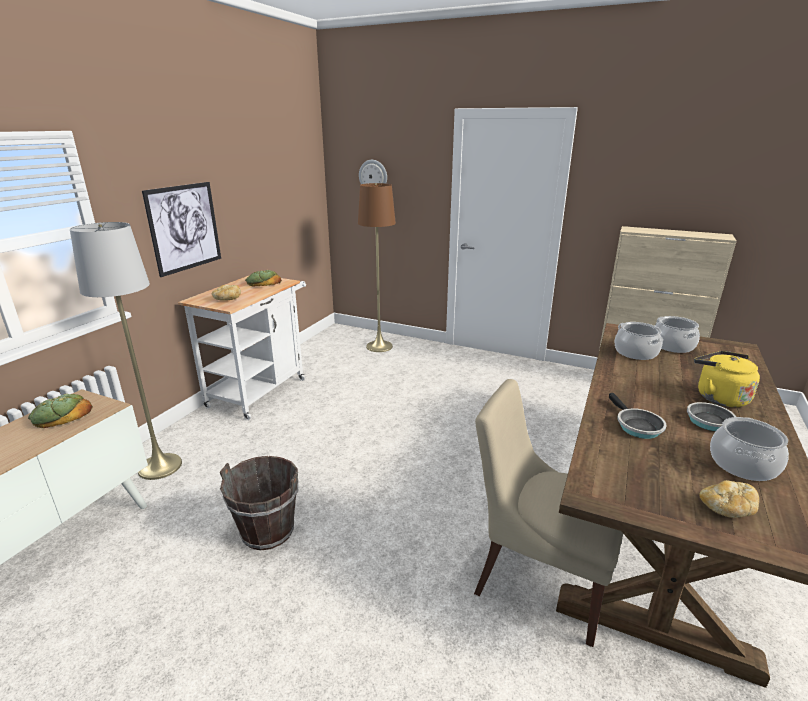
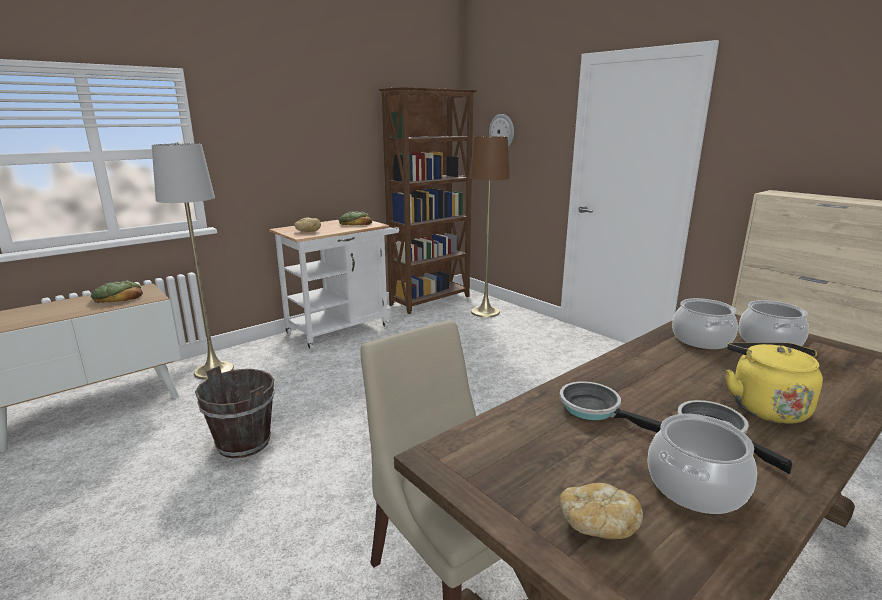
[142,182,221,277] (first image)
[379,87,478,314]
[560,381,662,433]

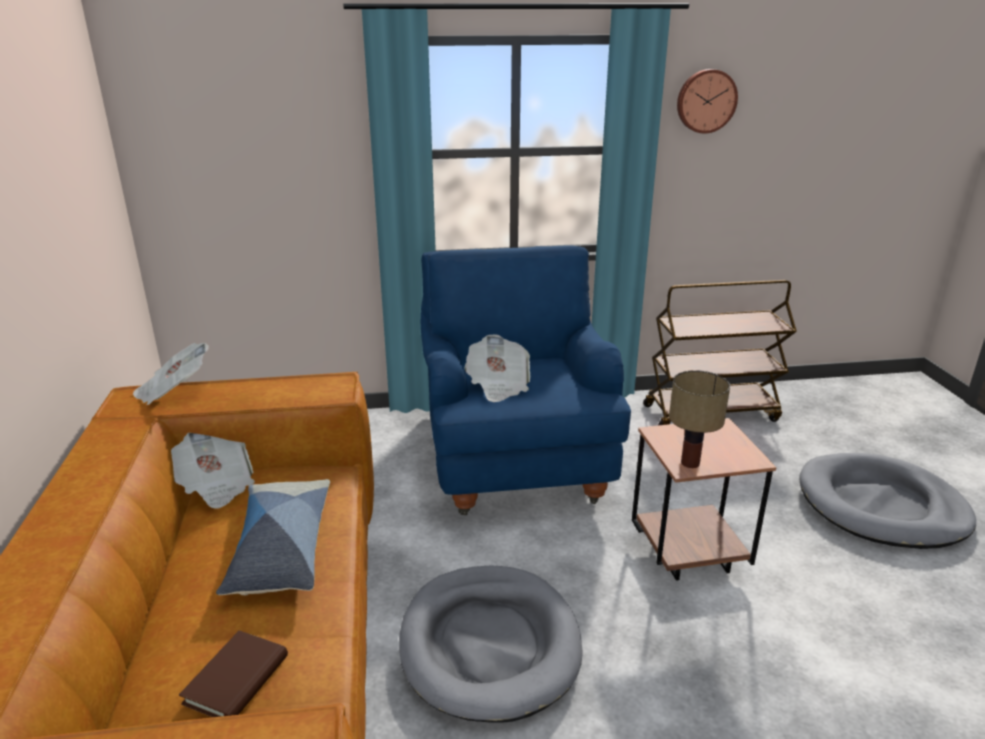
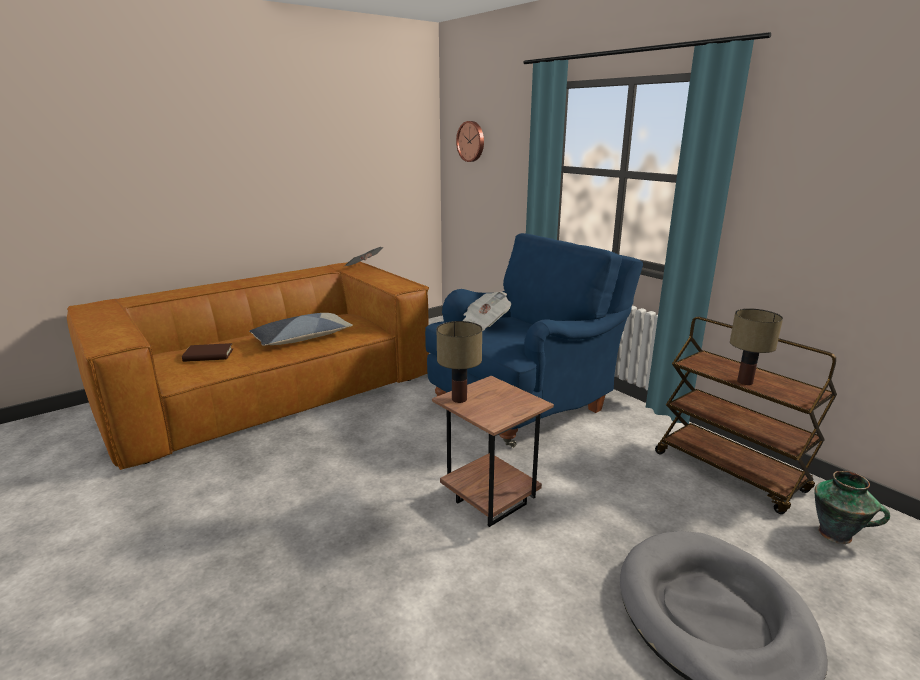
[171,433,255,509] (first image)
[399,566,583,723] (first image)
[730,308,783,385]
[815,471,890,544]
[456,121,484,162]

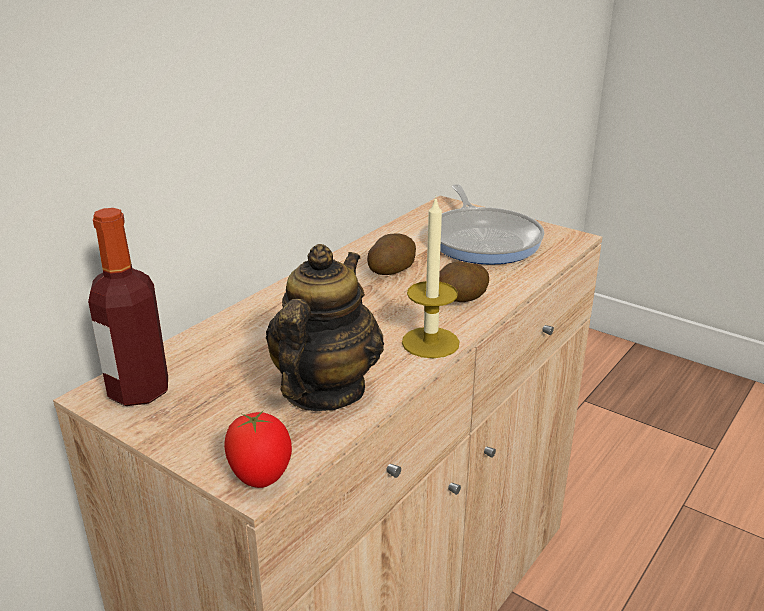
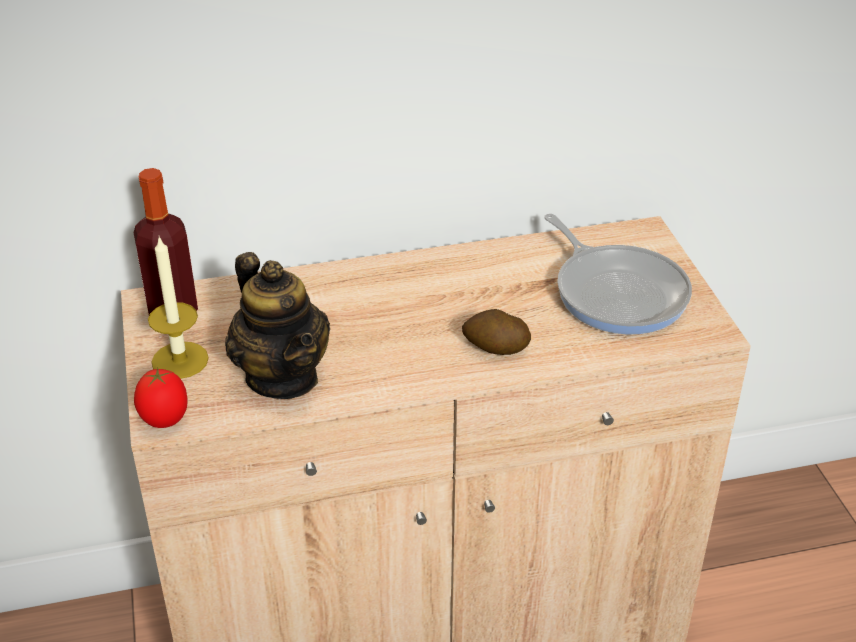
[367,233,416,275] (first image)
[148,235,209,379]
[225,252,330,399]
[544,214,692,335]

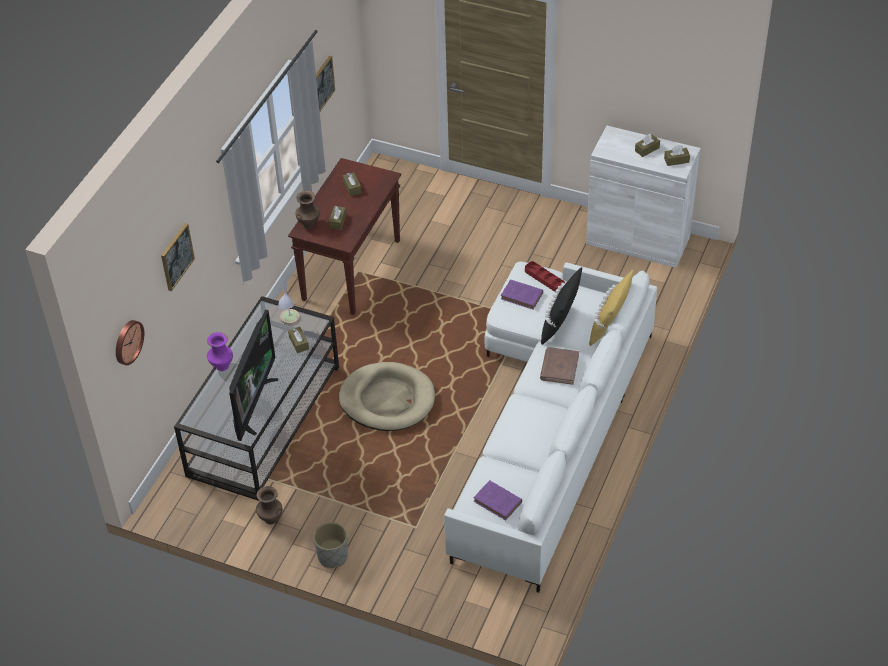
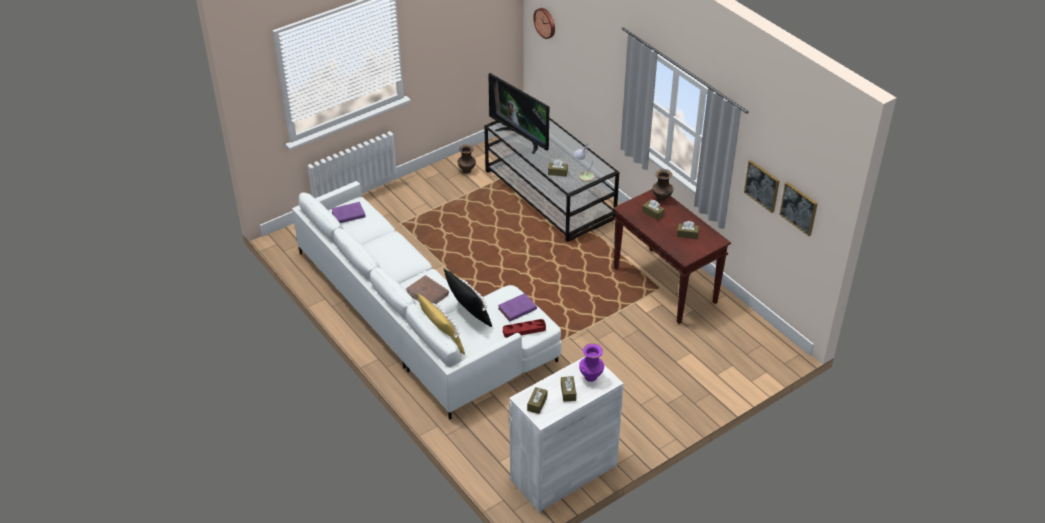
[313,522,348,568] (first image)
[339,362,435,431] (first image)
[779,182,818,236]
[579,343,604,382]

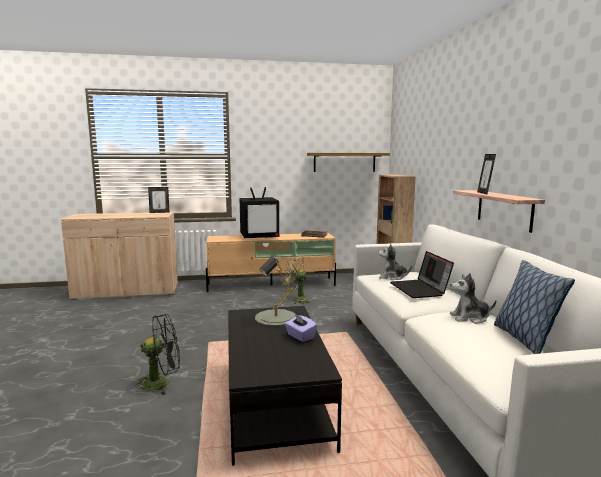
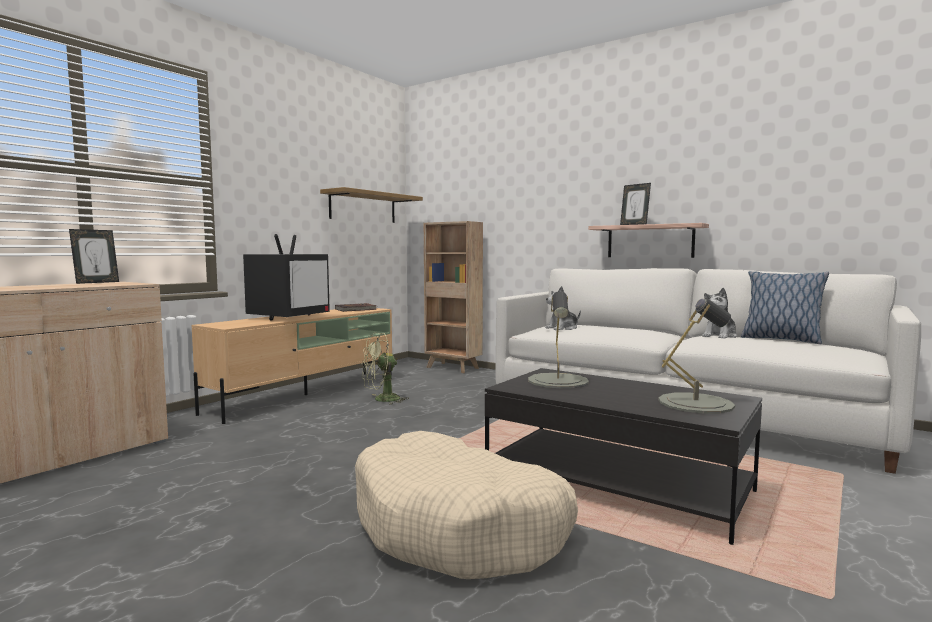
[285,314,317,342] (first image)
[390,251,454,298] (first image)
[658,298,735,414]
[355,431,578,579]

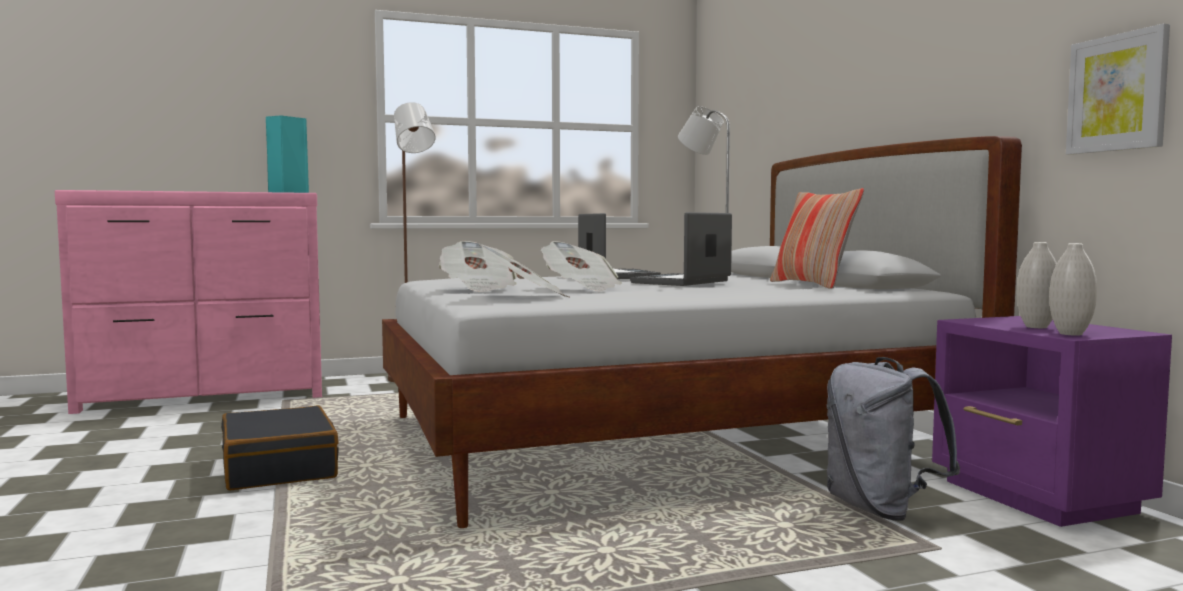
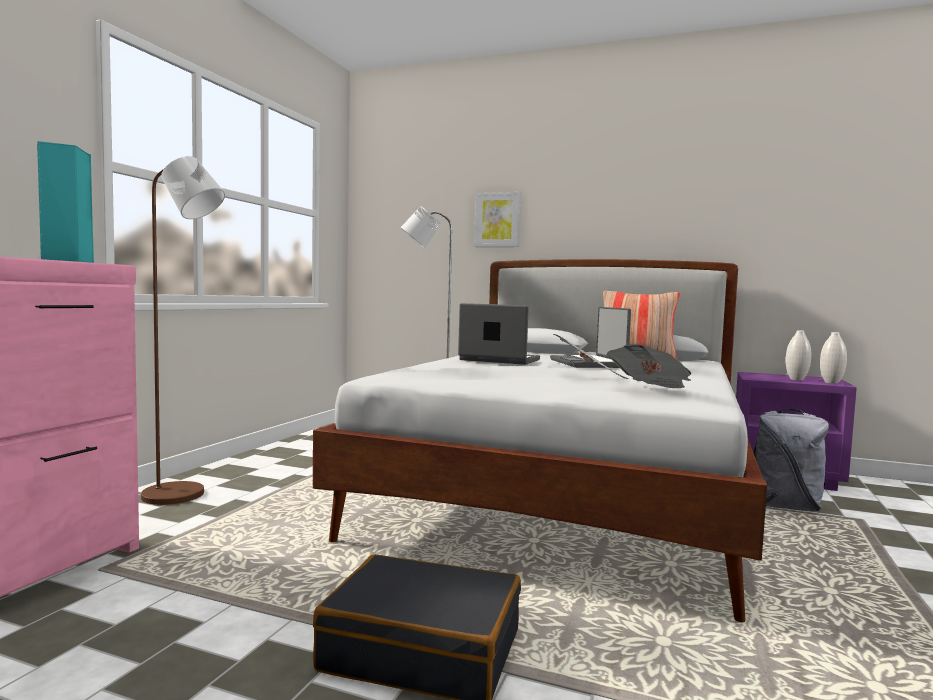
[438,241,517,292] (first image)
[474,192,521,247]

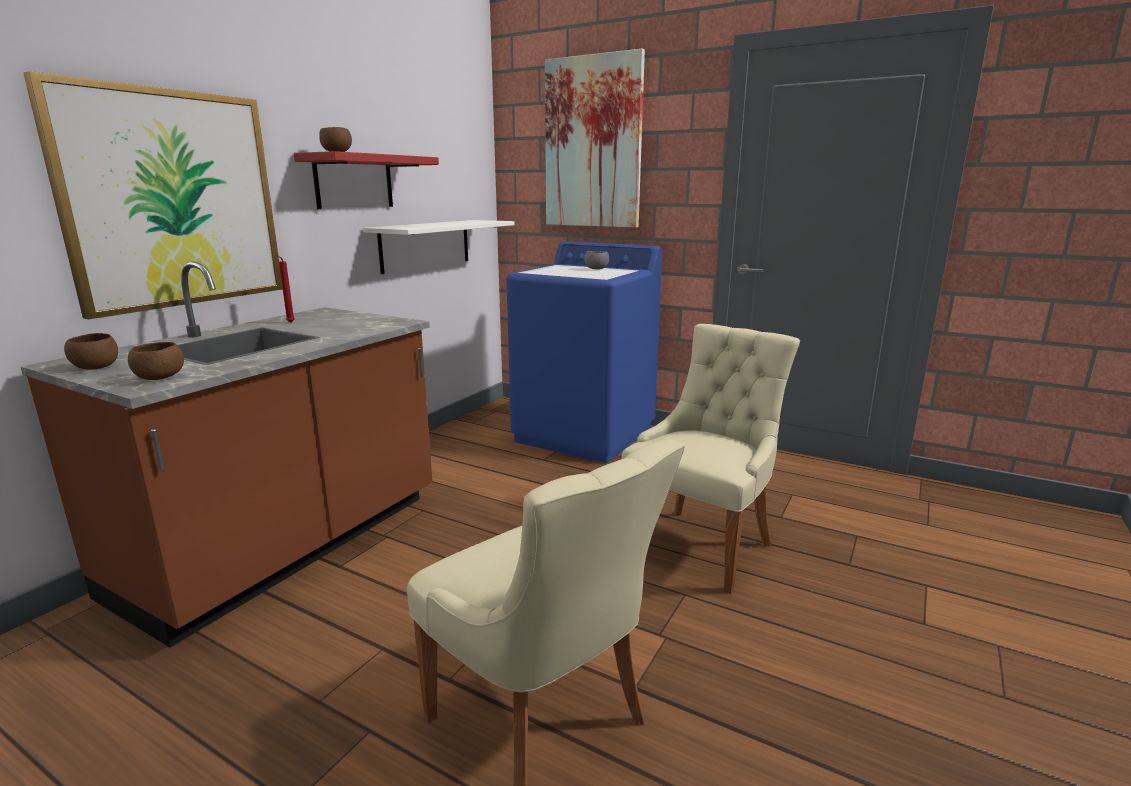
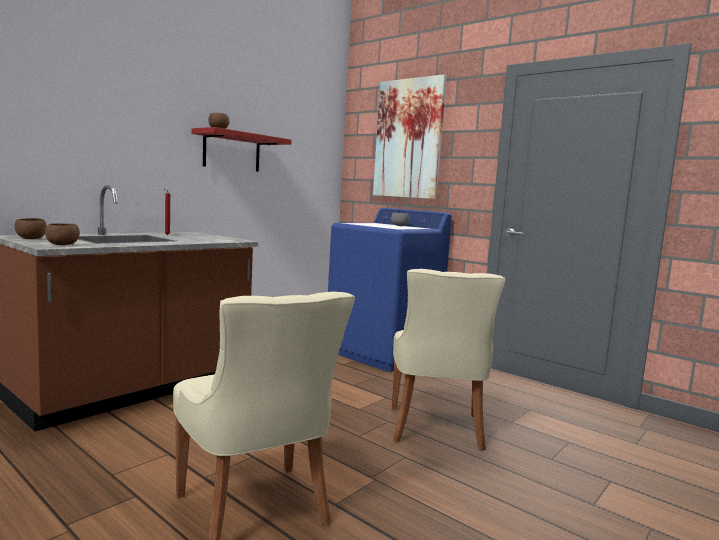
[23,71,282,319] (first image)
[363,220,515,274] (first image)
[392,269,505,451]

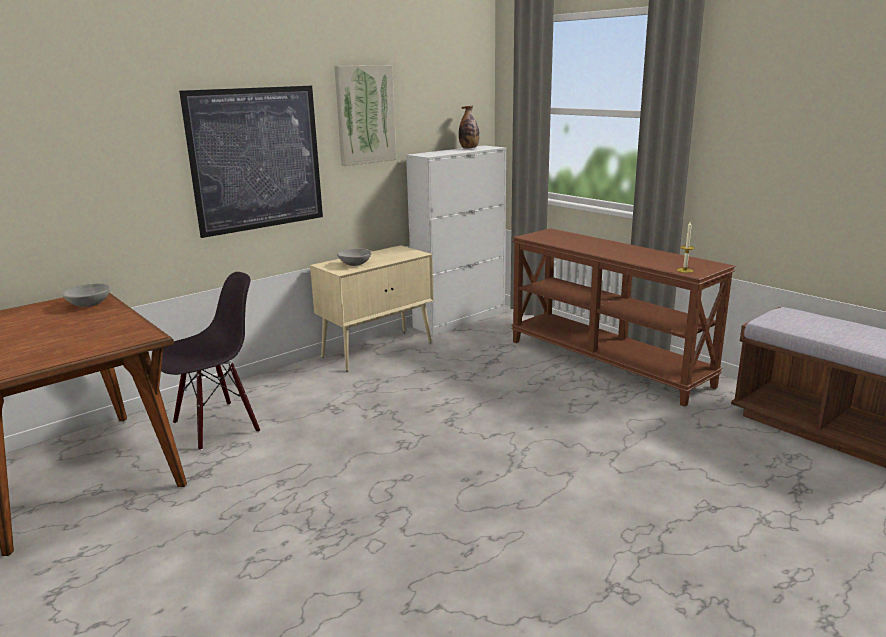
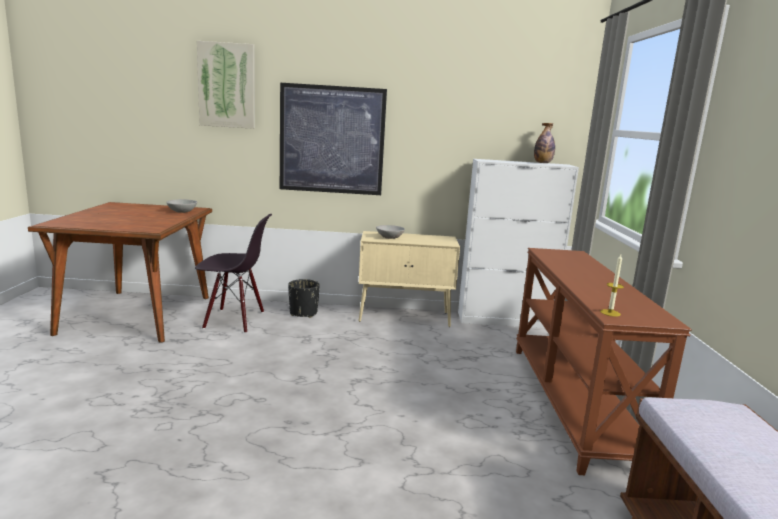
[288,279,320,318]
[197,41,255,129]

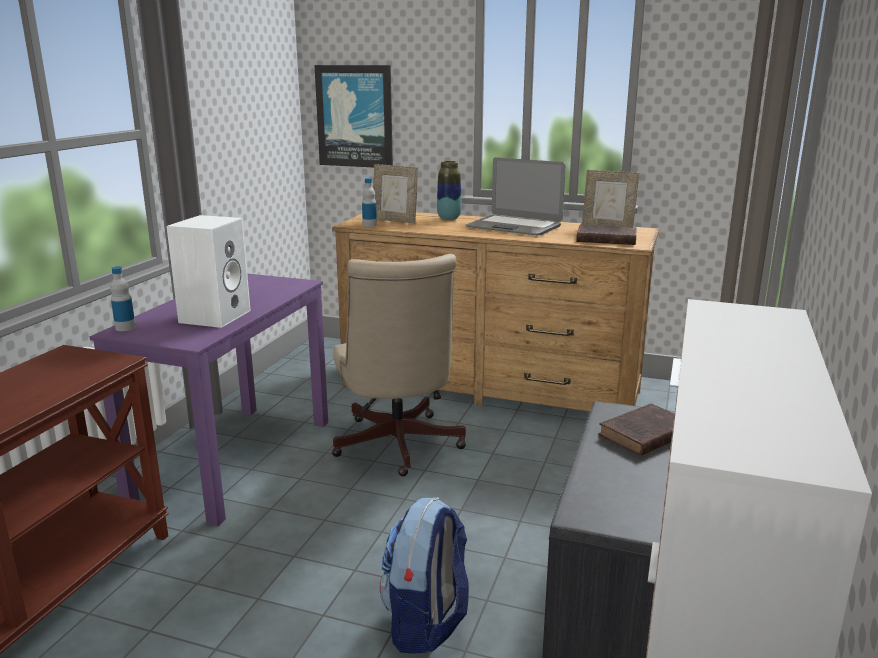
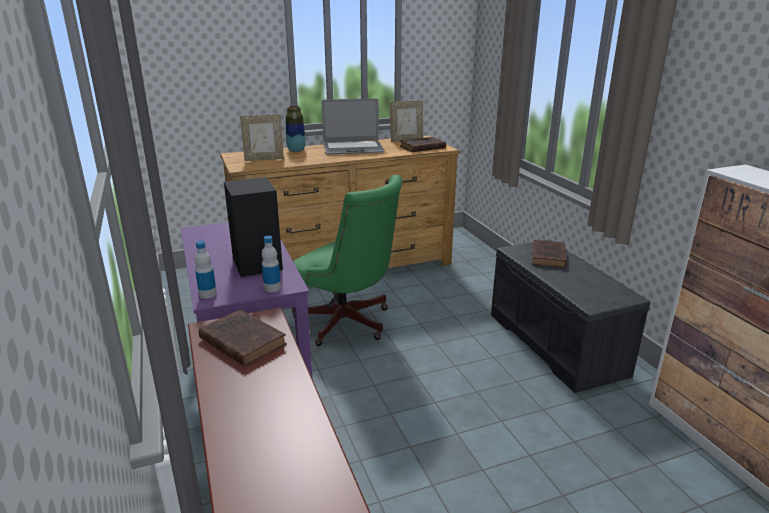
[314,65,393,167] (first image)
[380,497,469,654] (first image)
[199,309,287,367]
[261,236,281,292]
[224,177,283,277]
[292,175,402,346]

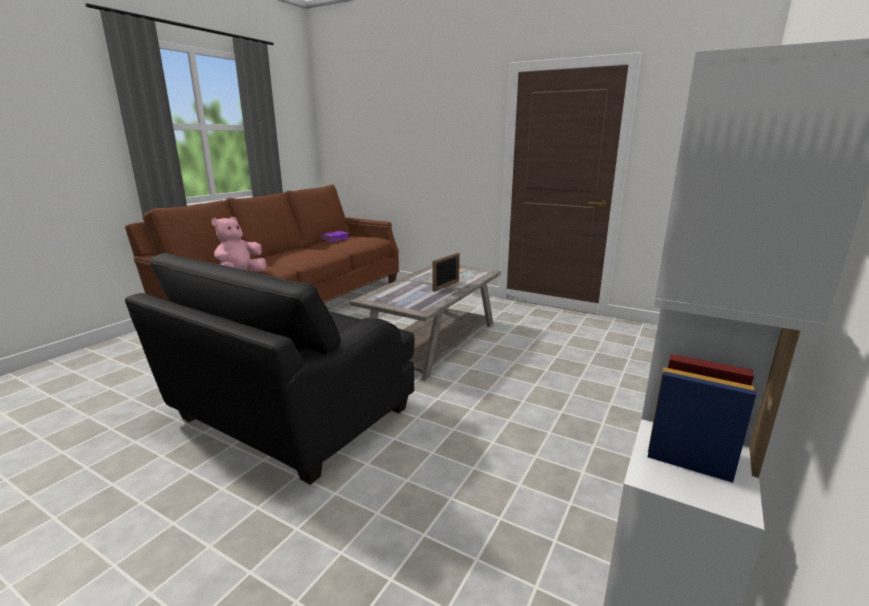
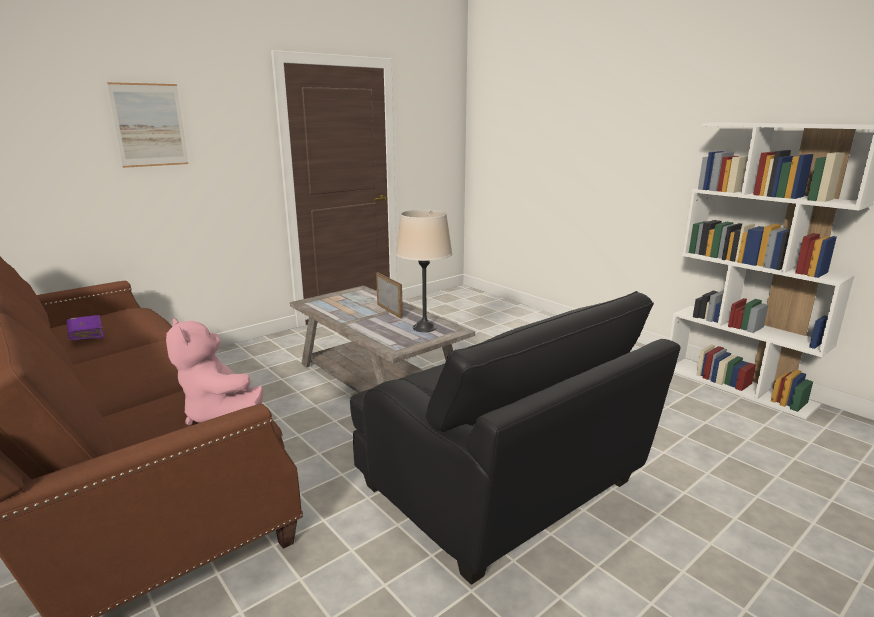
[107,82,188,168]
[396,210,453,332]

